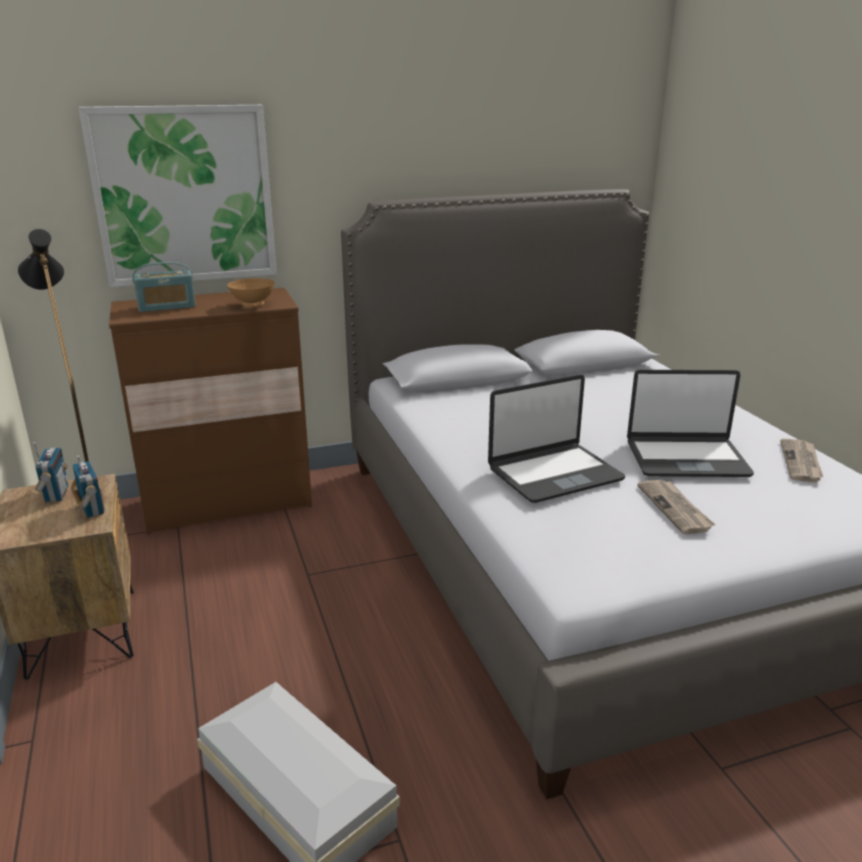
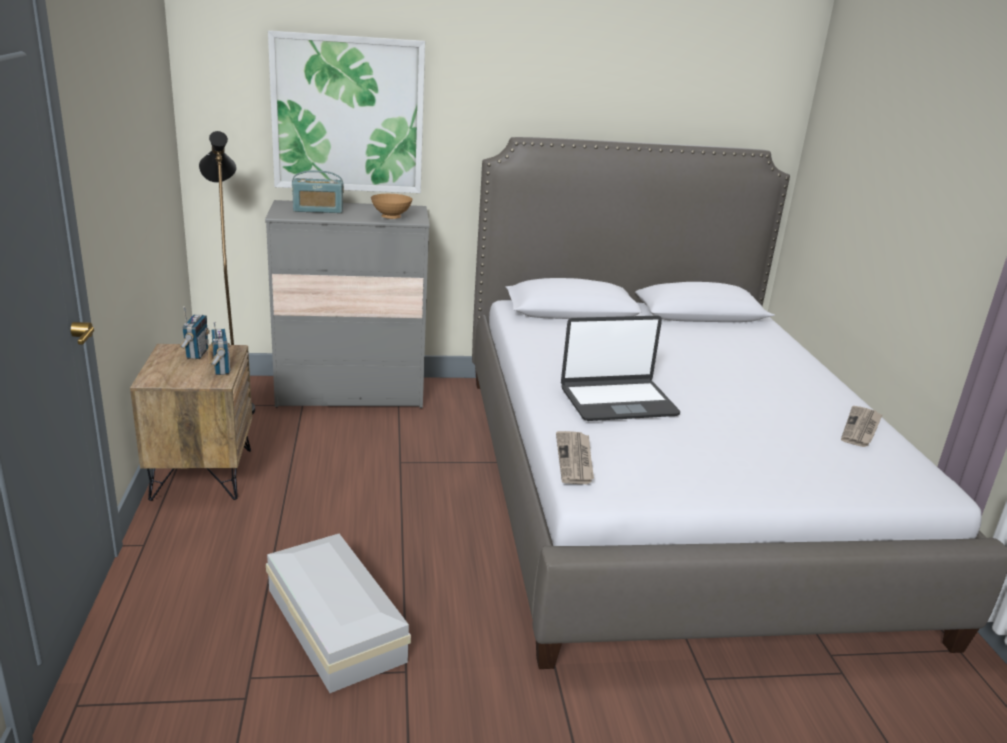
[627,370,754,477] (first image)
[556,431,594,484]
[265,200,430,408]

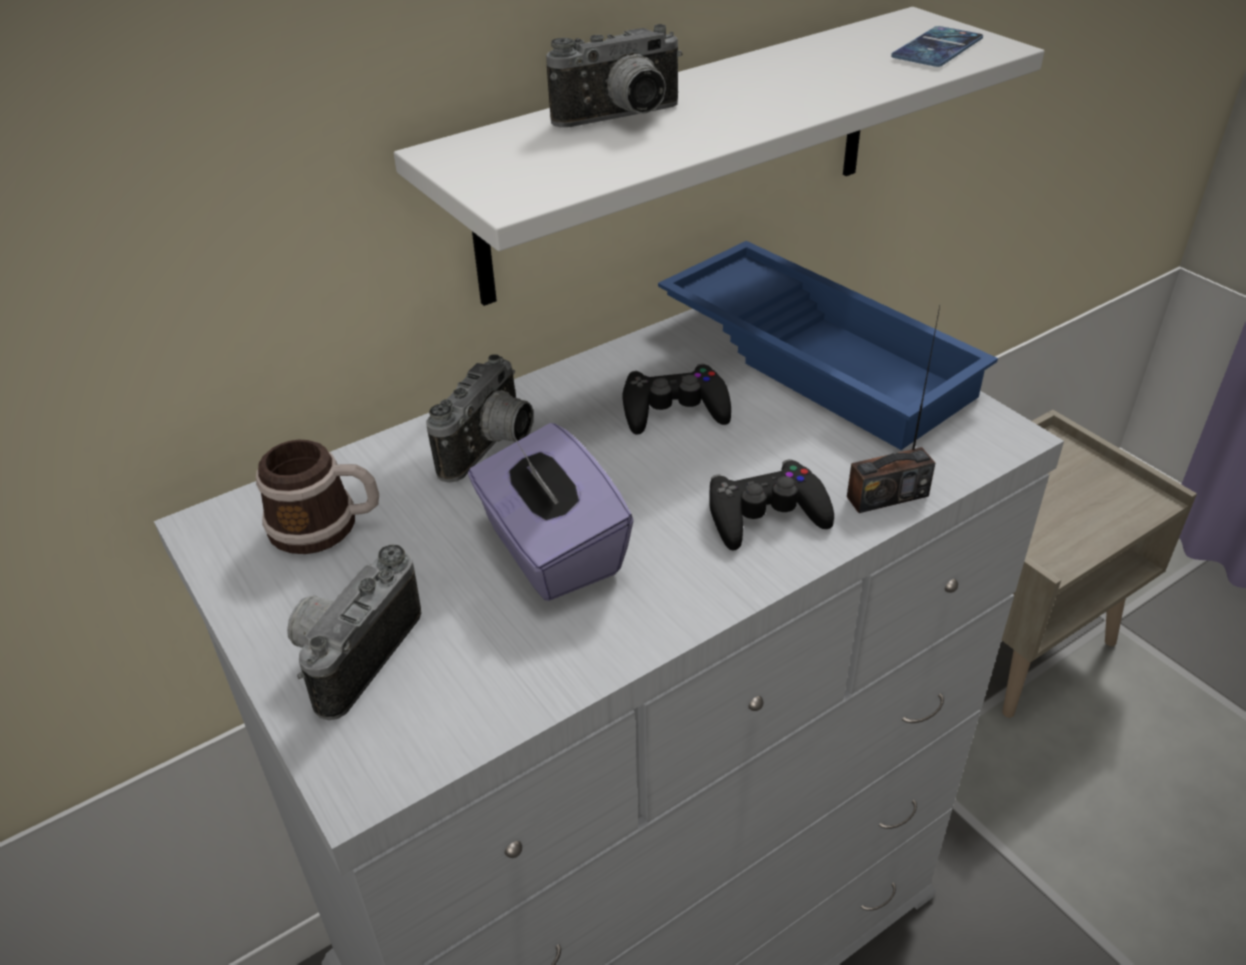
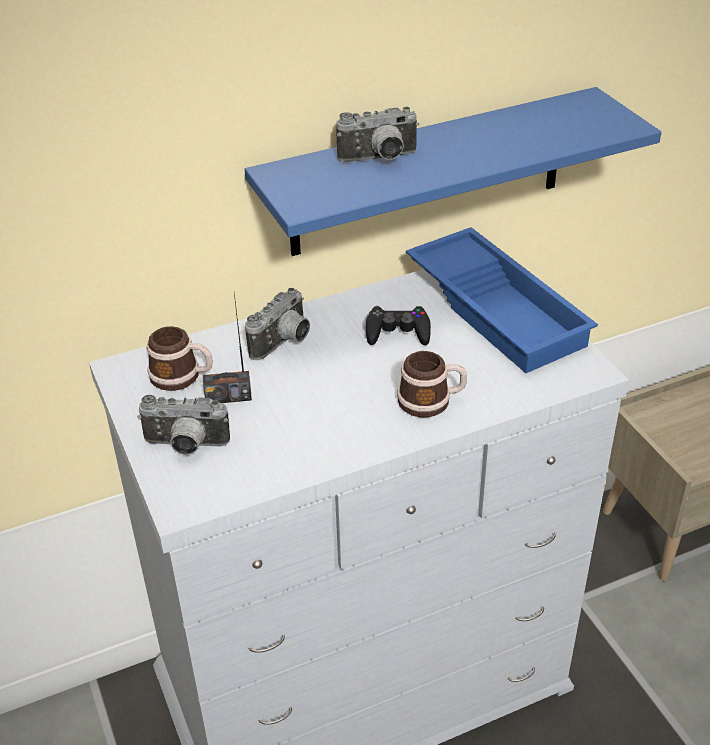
[468,423,634,601] (first image)
[891,26,983,67] (first image)
[203,293,252,403]
[397,351,467,418]
[245,87,662,256]
[137,395,230,455]

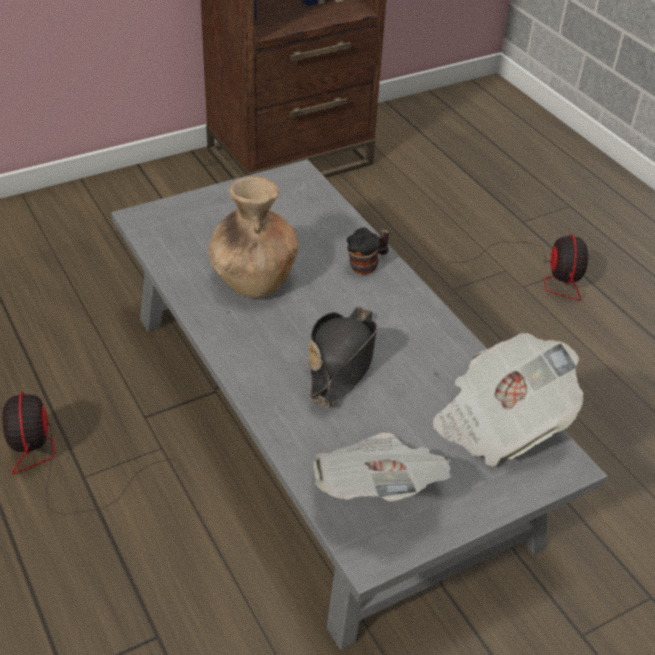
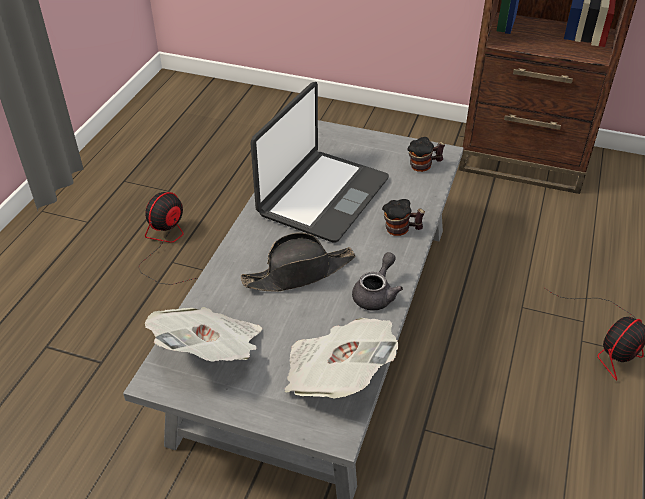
[352,252,403,310]
[407,137,445,172]
[251,82,389,242]

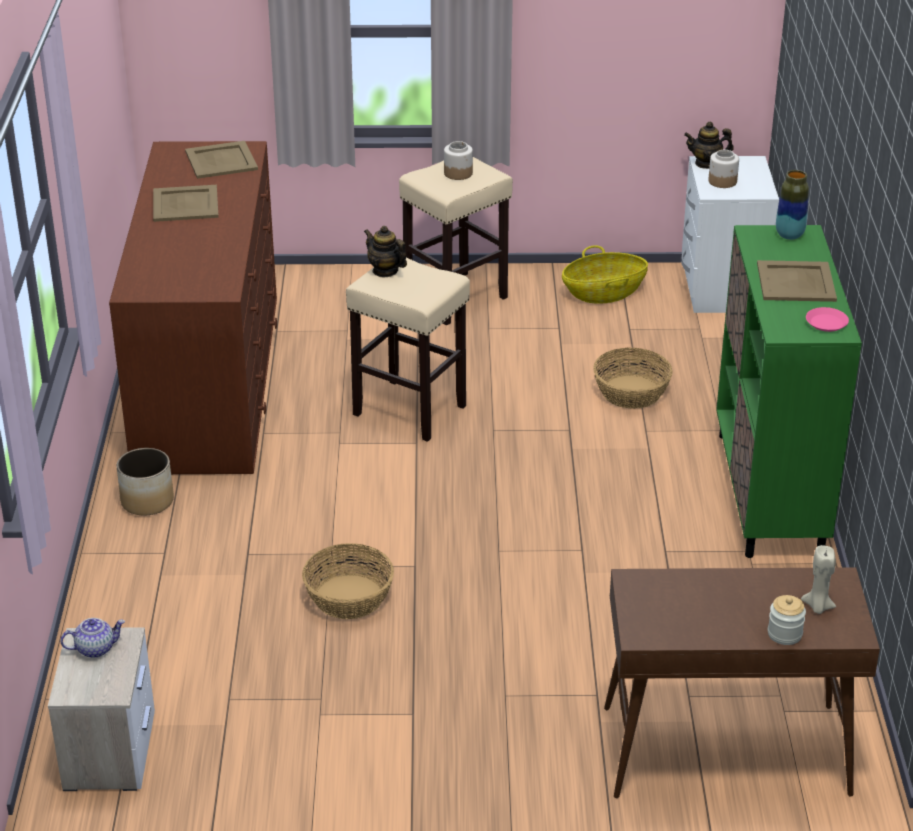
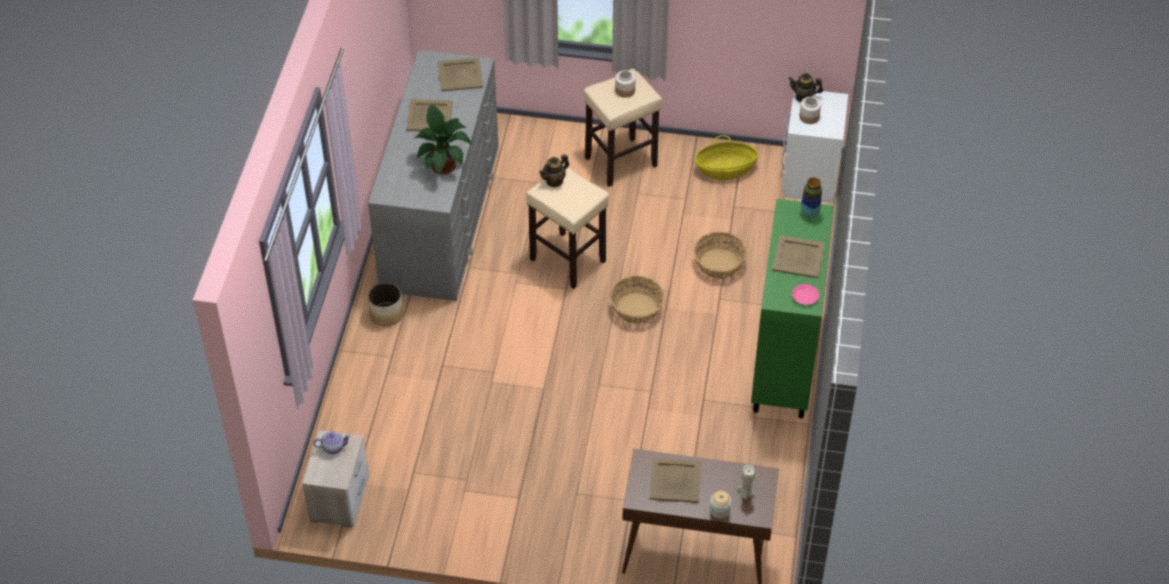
[415,105,472,174]
[650,458,701,503]
[610,276,665,324]
[368,50,499,301]
[539,154,569,187]

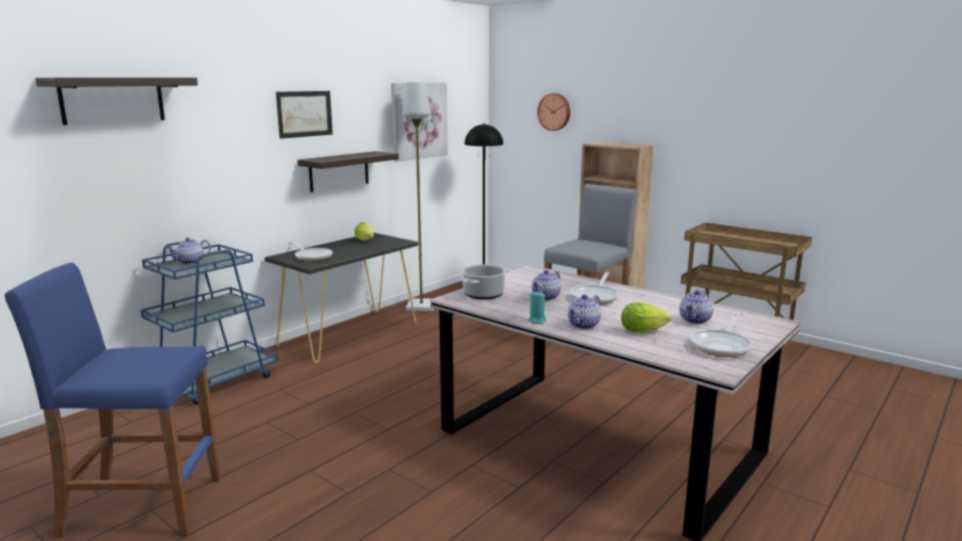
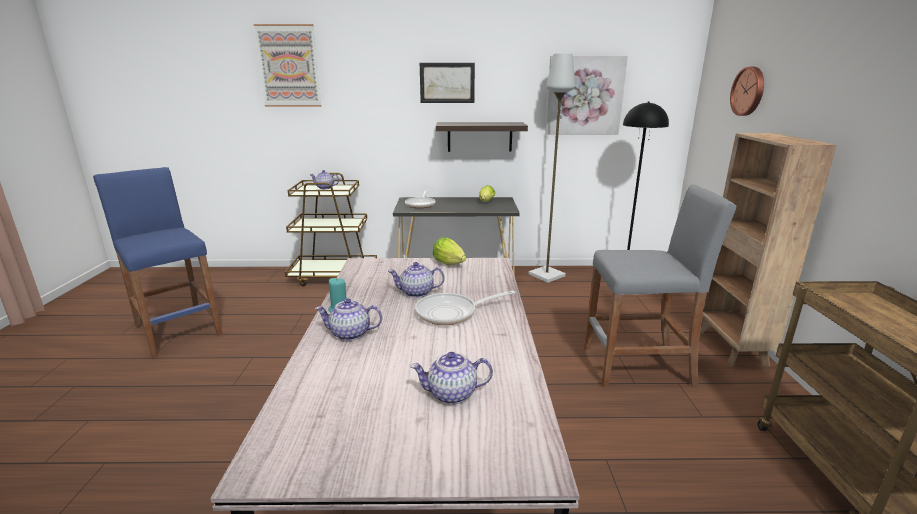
[462,264,506,300] (first image)
[690,313,752,357] (first image)
[433,238,466,265]
[254,24,321,107]
[285,173,377,287]

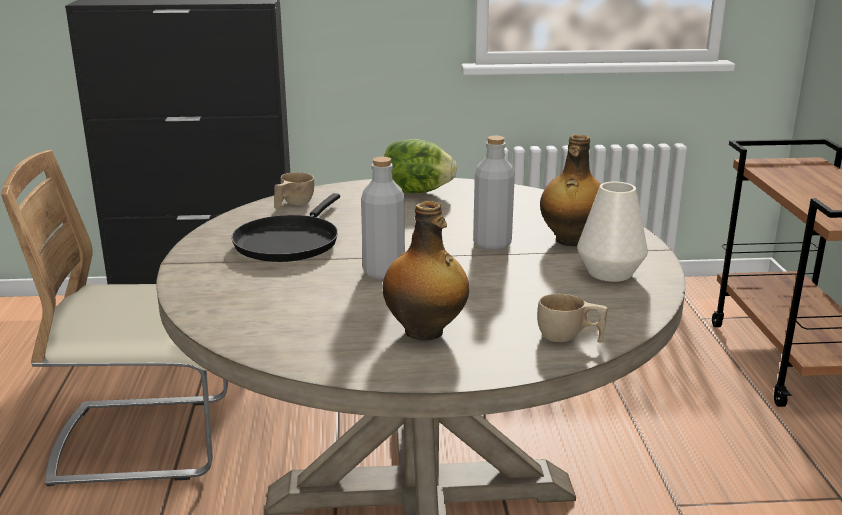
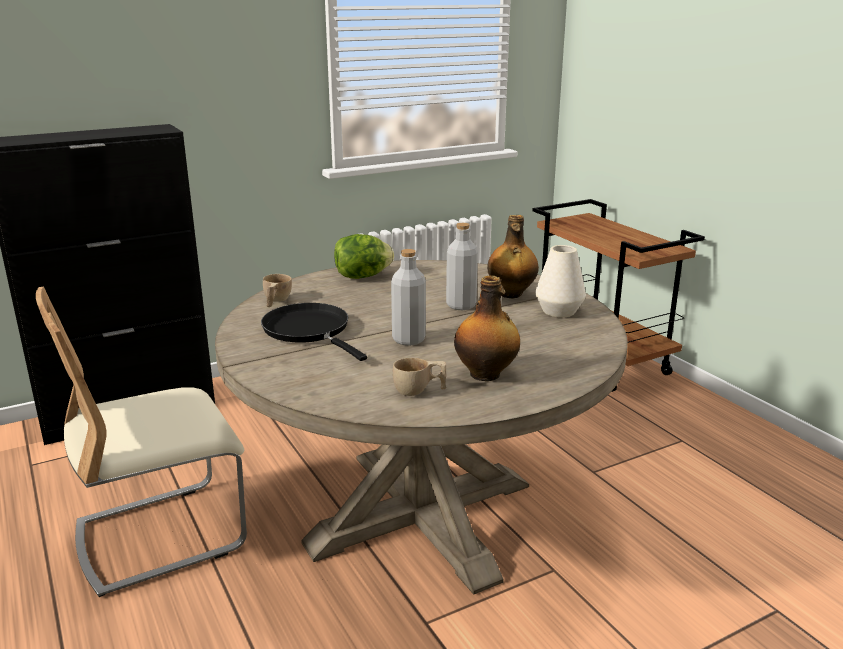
[393,358,446,396]
[261,303,367,361]

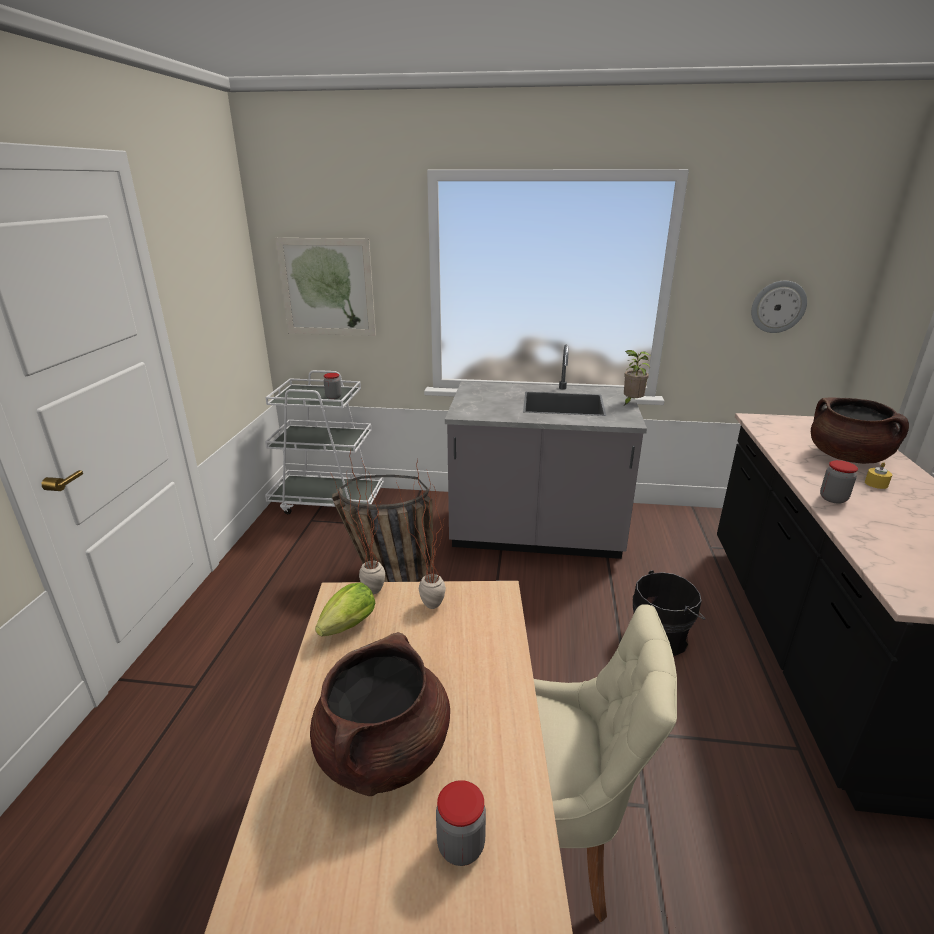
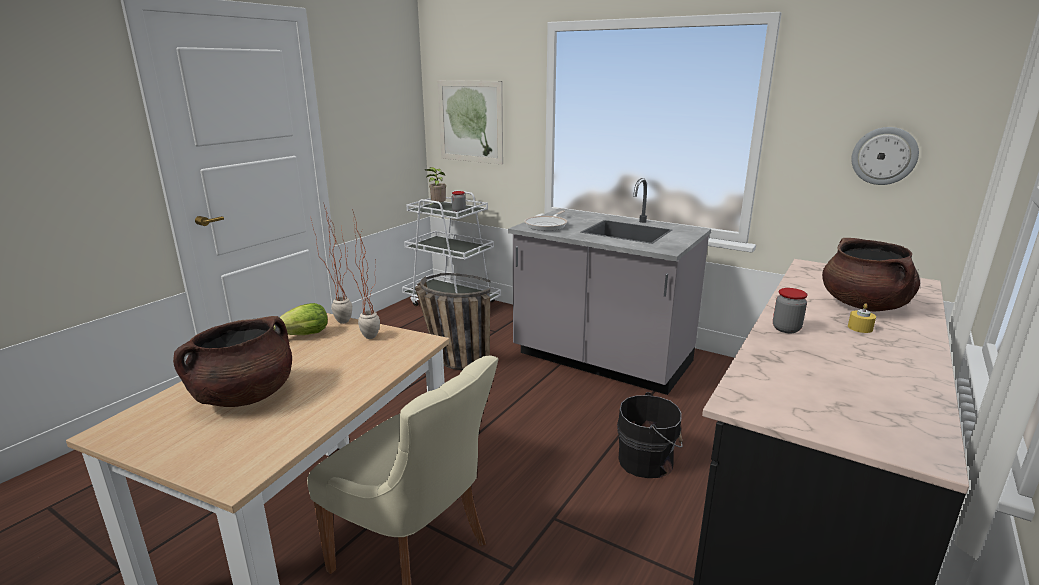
[436,780,486,866] (first image)
[524,210,567,231]
[425,167,446,206]

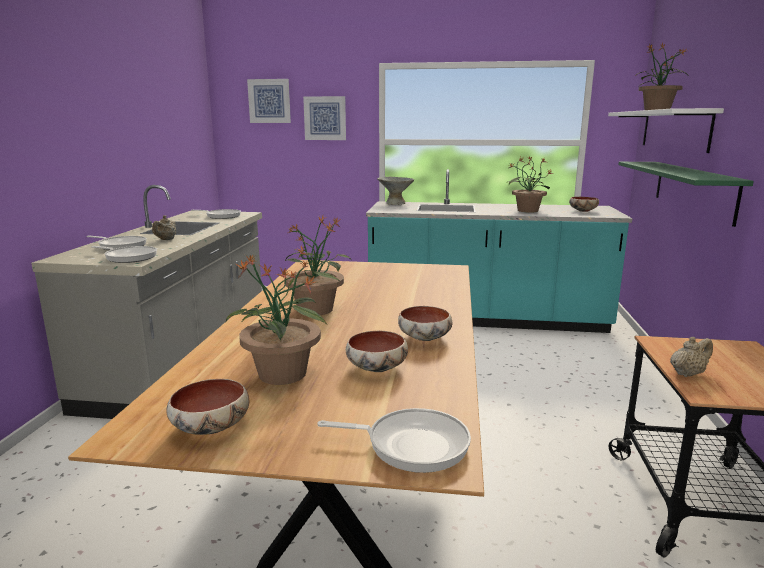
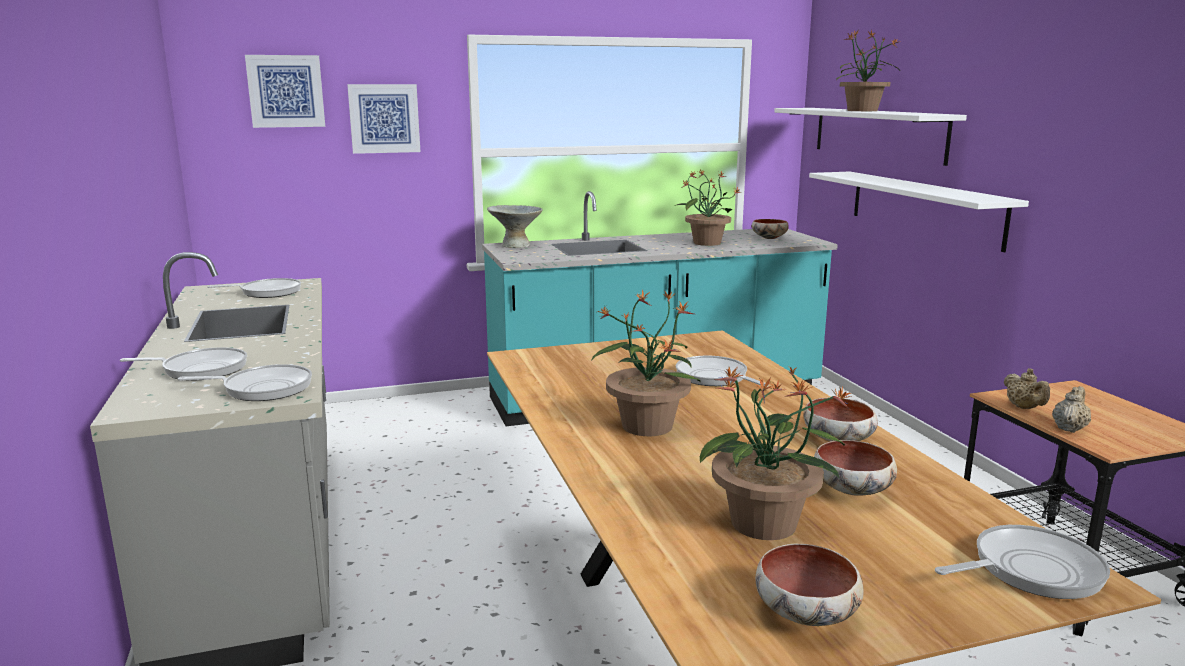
[676,356,769,387]
[1004,368,1050,409]
[809,172,1029,252]

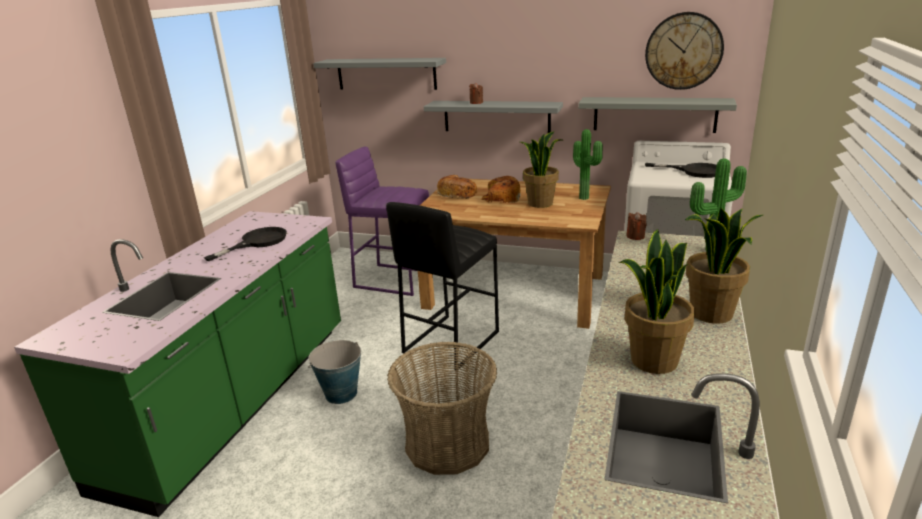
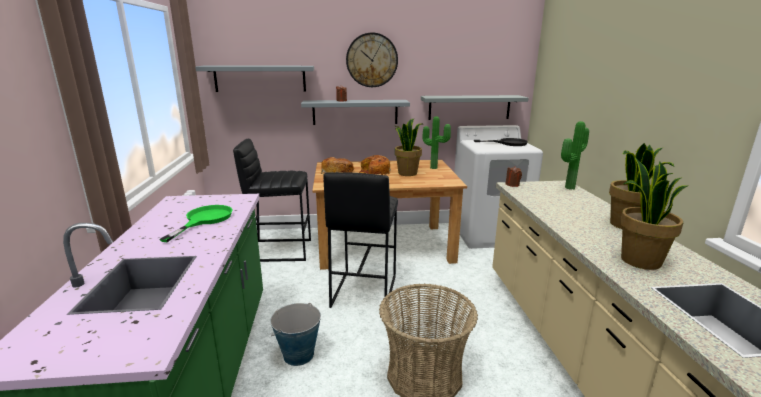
[346,32,398,87]
[160,205,233,242]
[233,139,311,262]

